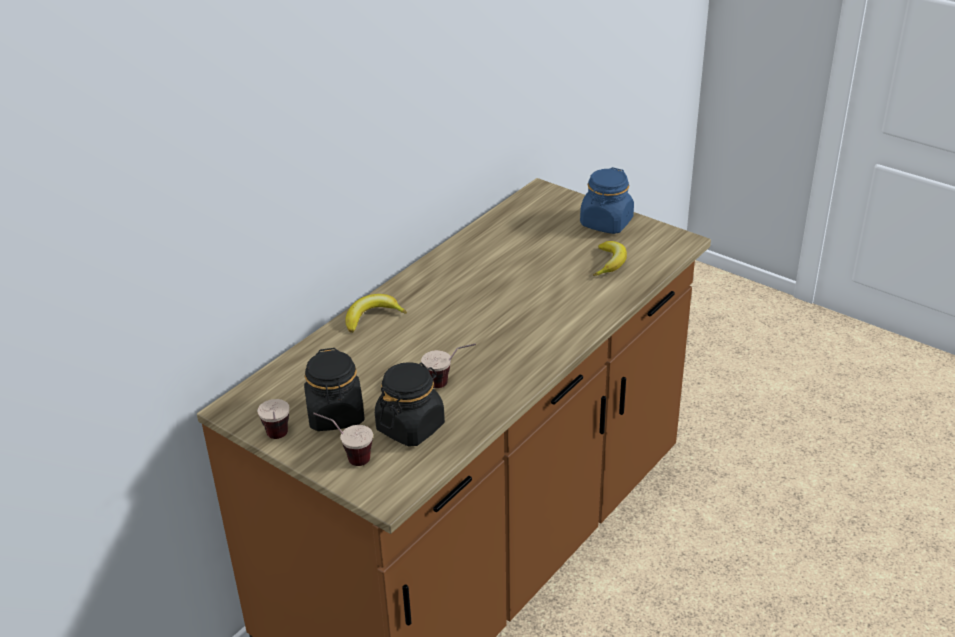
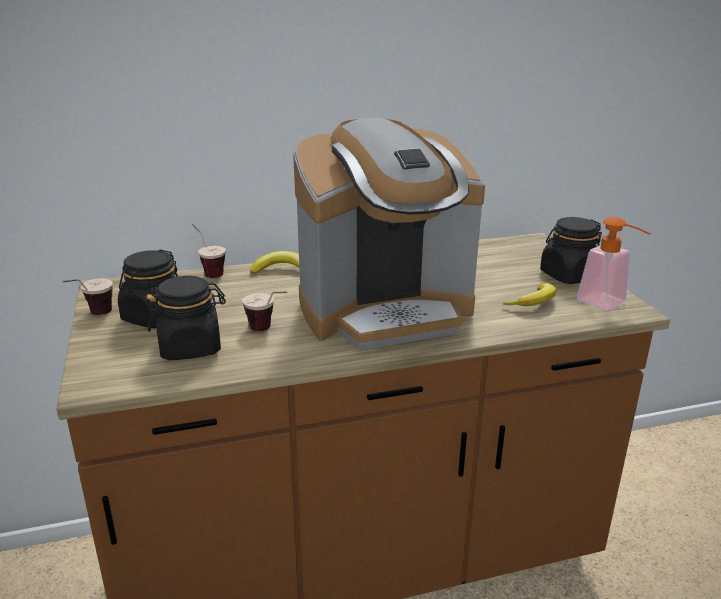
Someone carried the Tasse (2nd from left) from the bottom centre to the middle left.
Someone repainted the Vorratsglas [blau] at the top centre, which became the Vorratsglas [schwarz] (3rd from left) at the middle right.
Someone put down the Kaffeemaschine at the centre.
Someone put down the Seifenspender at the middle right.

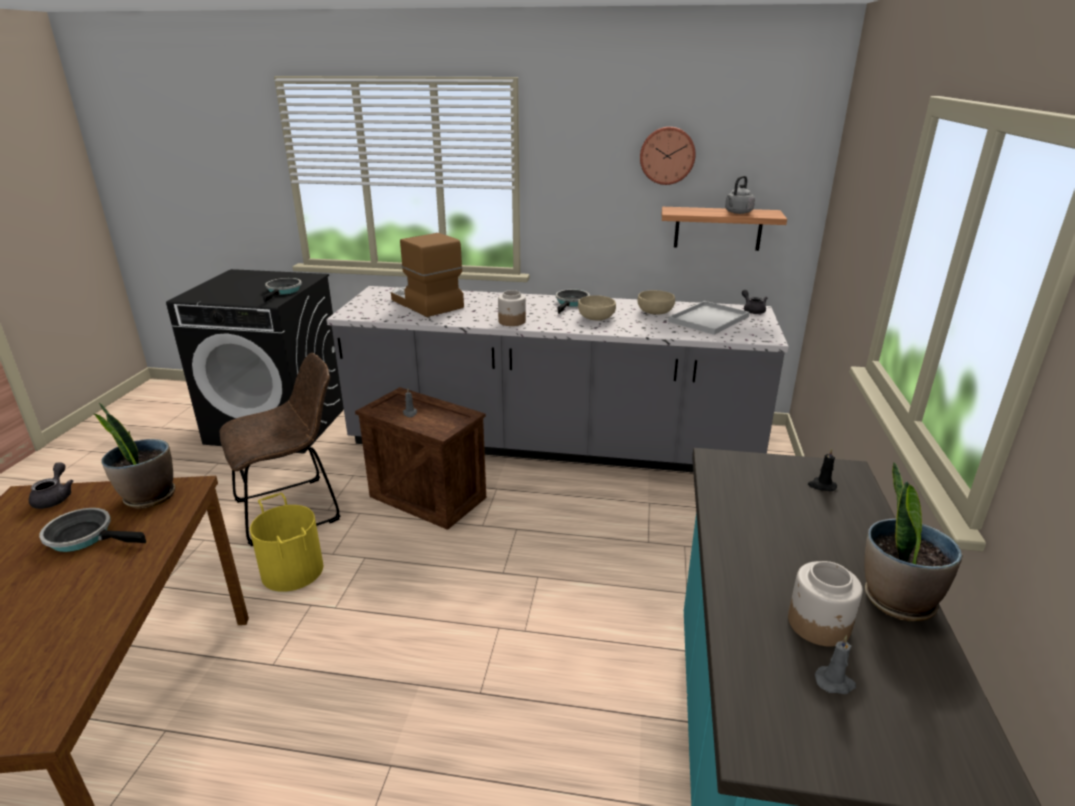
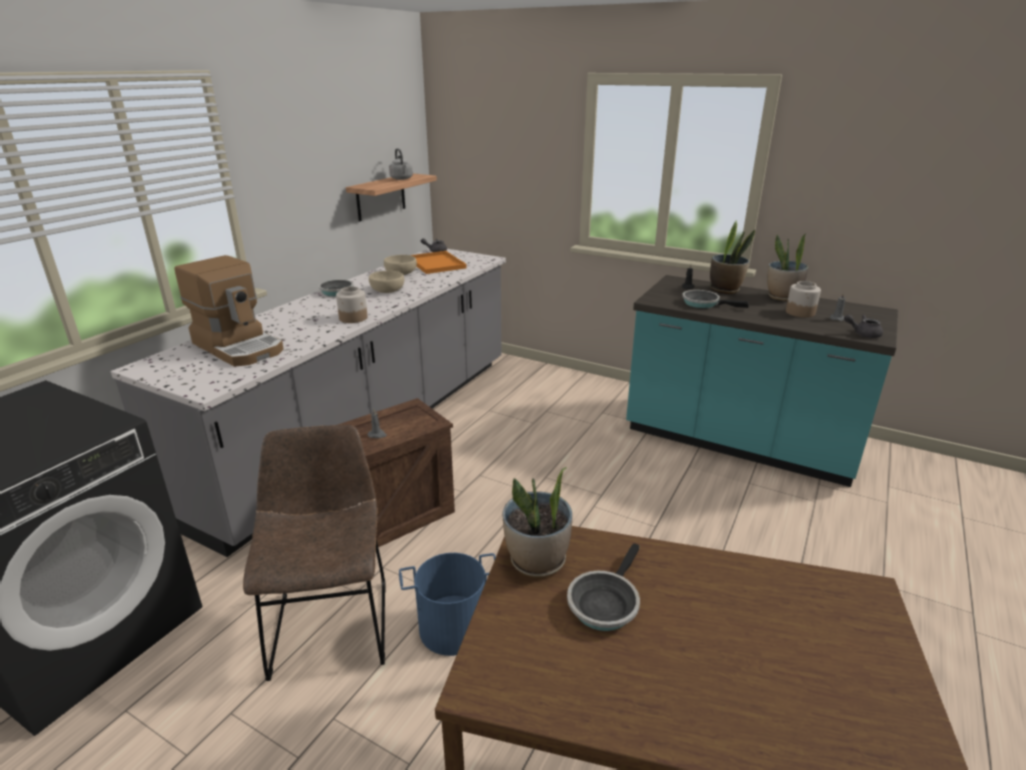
Someone carried the Teekanne [grau] (1st from left in the first image) from the middle left to the middle right.
Someone repainted the Eimer [gelb] at the bottom left, which became the Eimer [blau] at the bottom centre.
Someone carried the Pfanne (2nd from left in the first image) from the middle left to the middle right.
Someone rotated the Kaffeemaschine at the centre by 120 degrees counterclockwise.
Someone took away the Wanduhr at the top centre.
Someone repainted the Tablett [weiß] at the centre, which became the Tablett [orange] at the centre.
Someone put down the Topfpflanze (2nd from left) at the middle right.

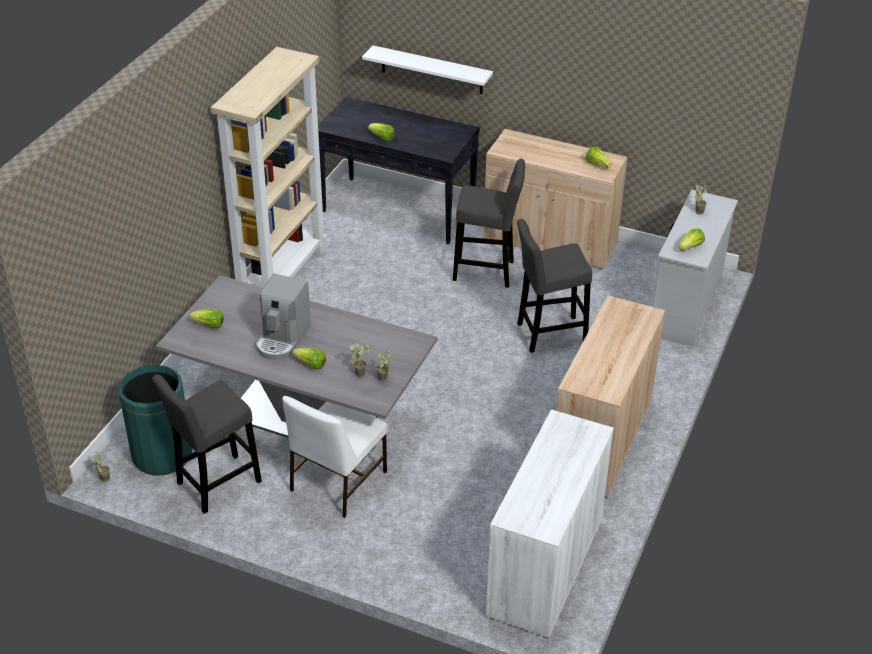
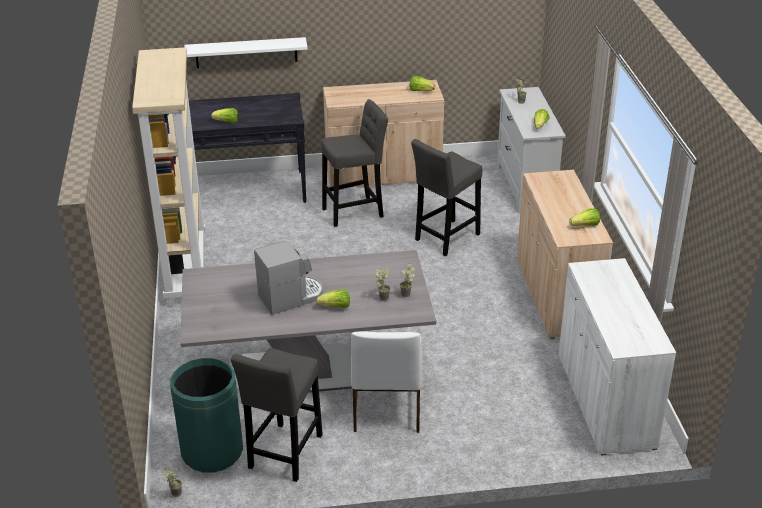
Someone carried the Salatkopf (1st from left in the first image) from the middle left to the middle right.
Someone rotated the Kaffeemaschine at the middle left by 105 degrees counterclockwise.

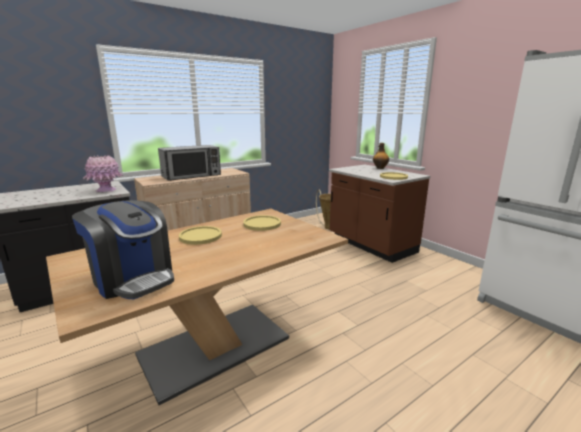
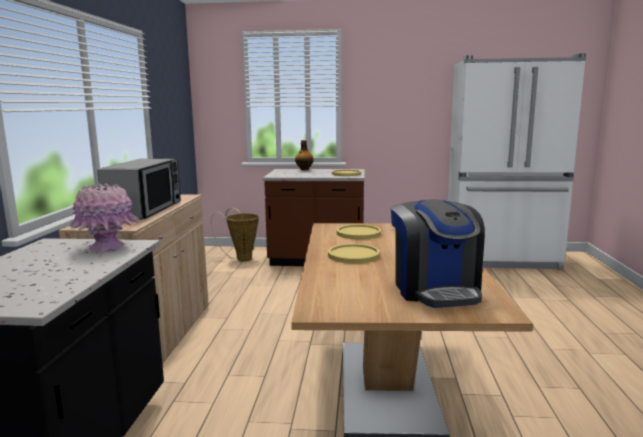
Someone rotated the Kaffeemaschine at the middle left by 90 degrees clockwise.

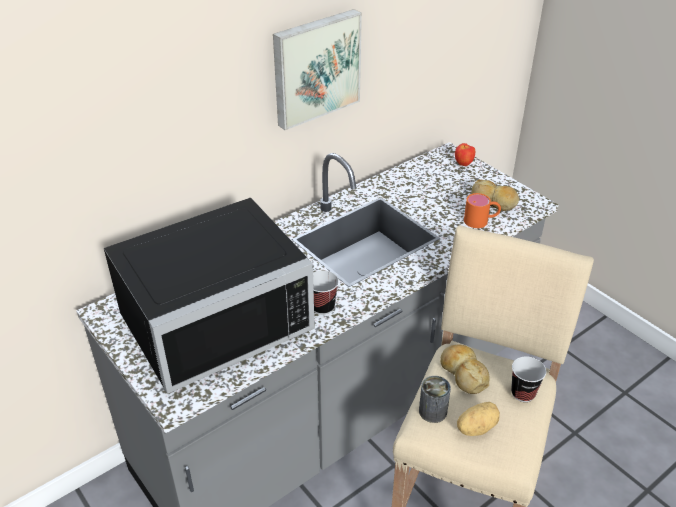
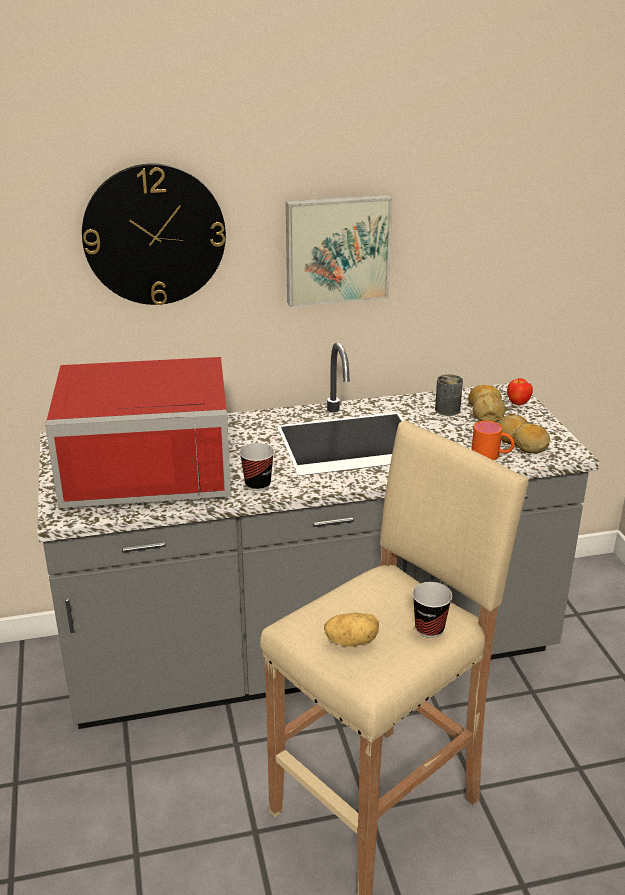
Someone repainted the Mikrowelle [schwarz] at the middle left, which became the Mikrowelle [rot] at the middle left.
Someone carried the Dose from the bottom centre to the middle right.
Someone carried the Brot (1st from left) from the bottom right to the middle right.
Someone put up the Wanduhr at the top left.

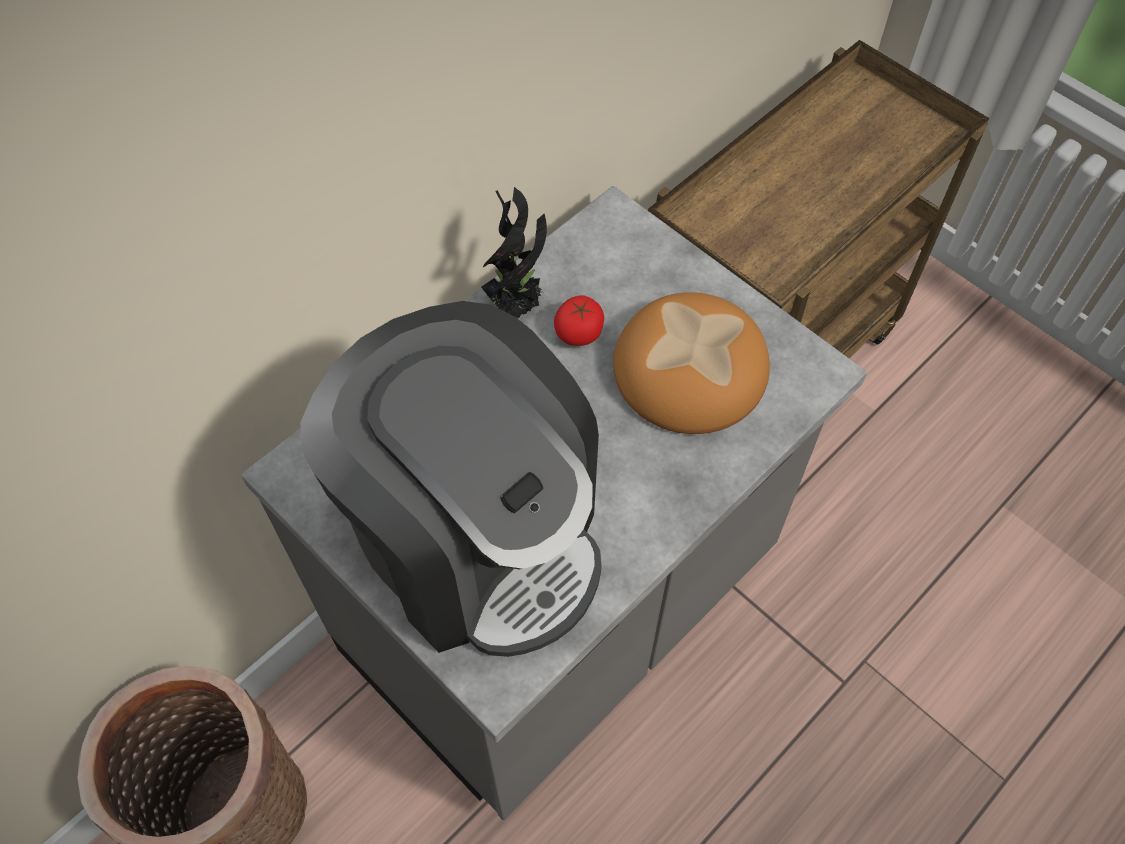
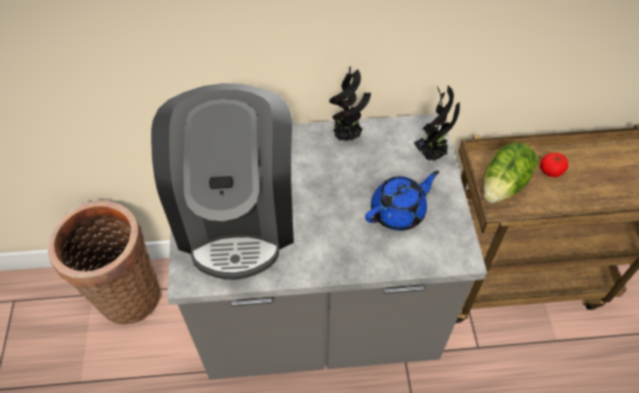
Someone carried the Tomate from the centre to the middle right.
Someone swapped the Brot at the centre for the Teekanne [blau] at the centre.
Someone put down the Topfpflanze (2nd from left) at the top right.
Someone put down the Salatkopf at the middle right.

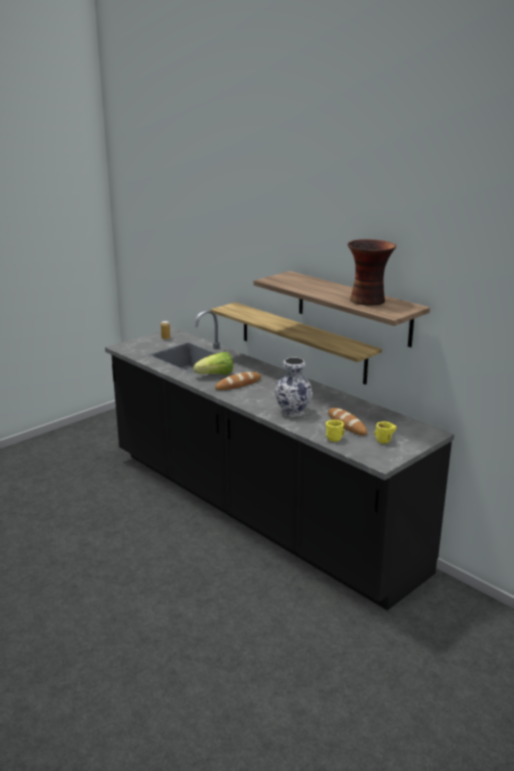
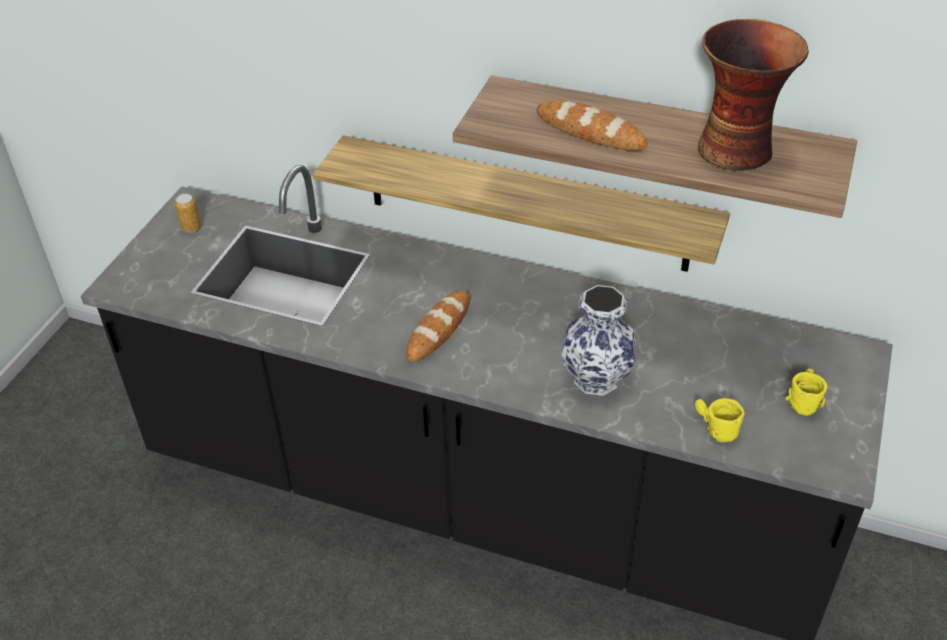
Someone took away the Salatkopf at the centre.
Someone carried the Brot (2nd from left) from the middle right to the top centre.

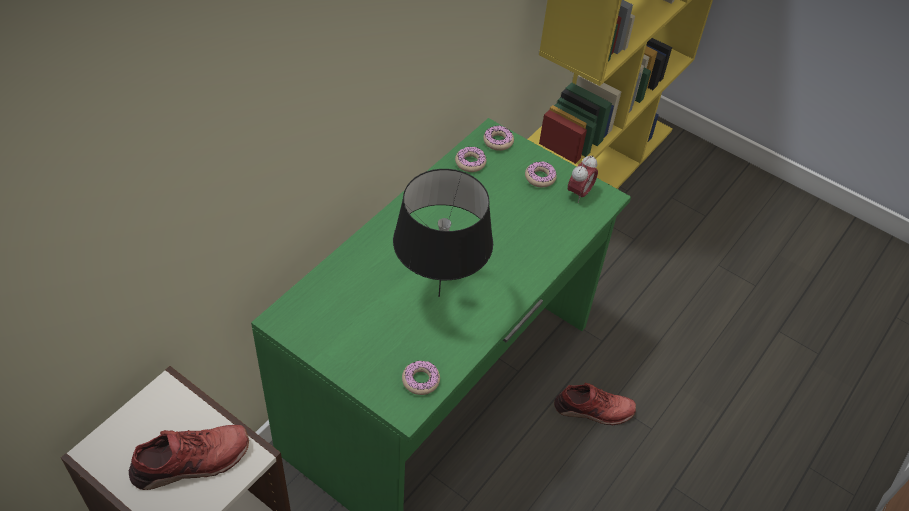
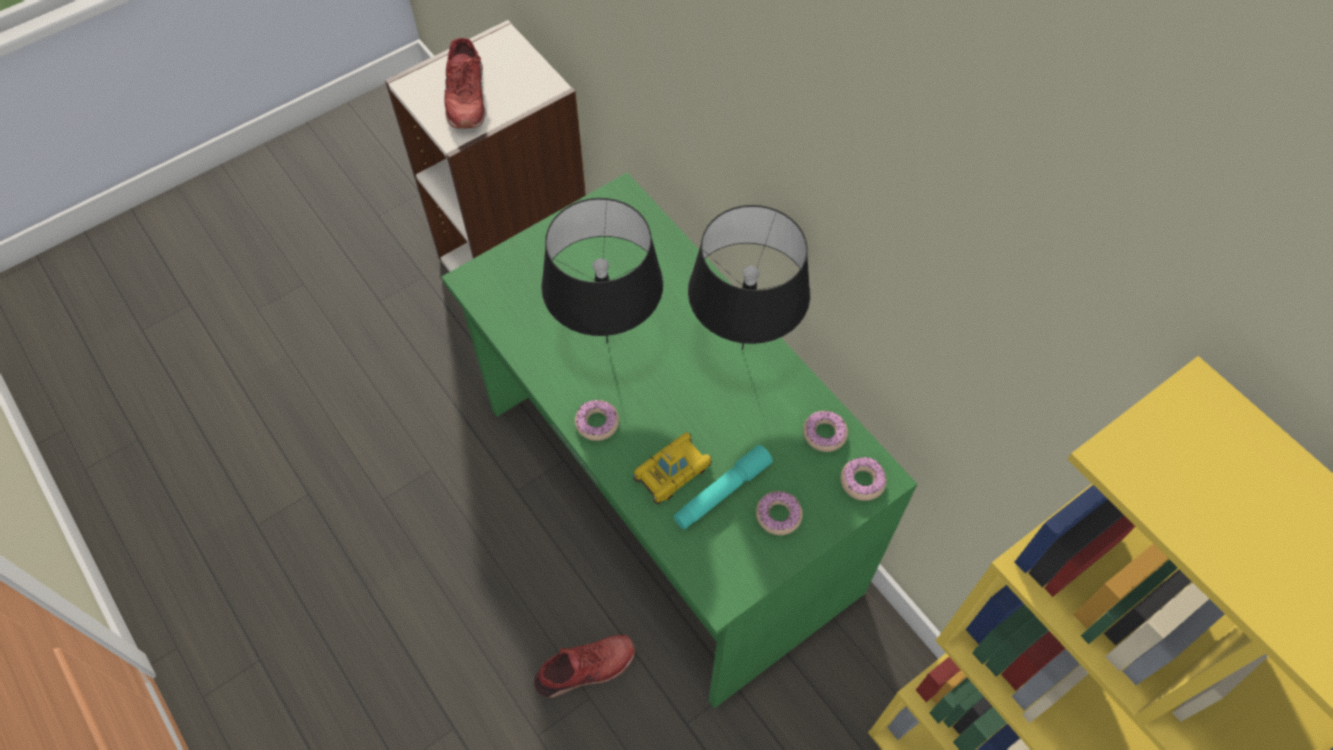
Someone carried the Donut (1st from left) from the bottom centre to the centre.
Someone rotated the Schuh [rot] (2nd from left) at the bottom centre by 135 degrees counterclockwise.
Someone took away the Wecker at the centre.
Someone put down the Spielzeugauto at the centre.
Someone put down the Taschenlampe [türkis] at the centre.
Someone put down the Tischlampe [schwarz] (2nd from left) at the centre.

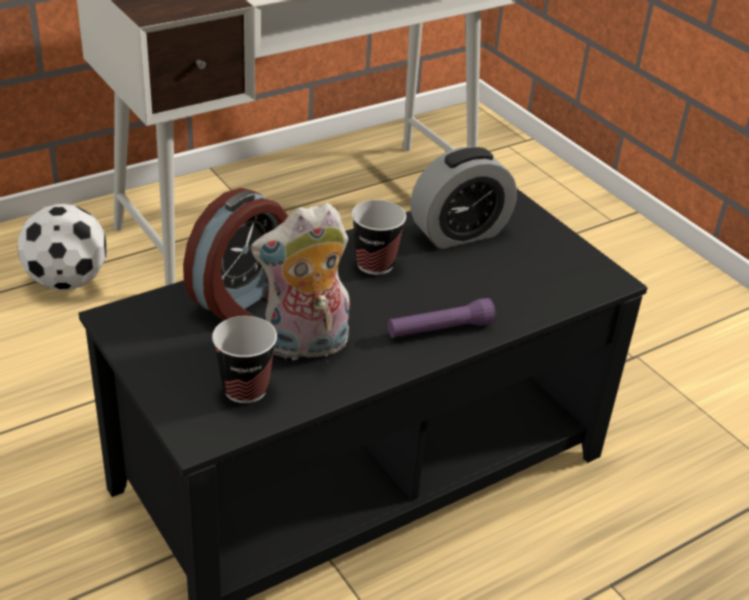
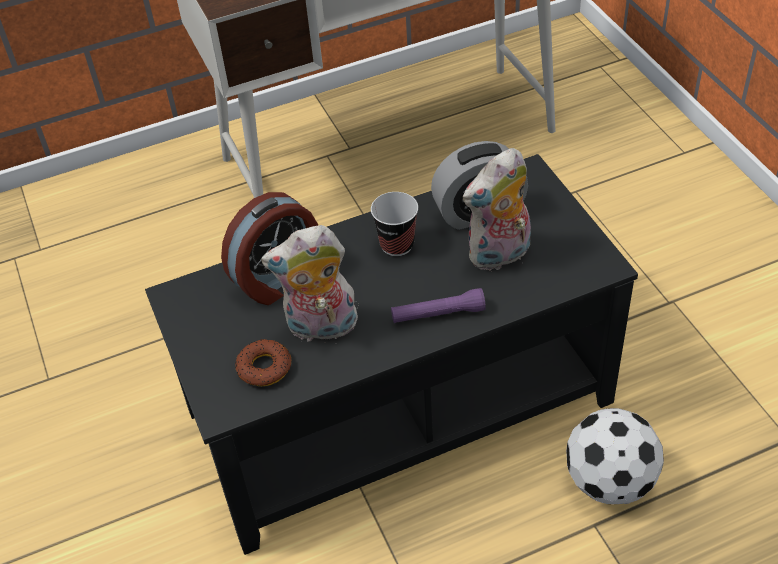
Someone carried the Fußball from the middle left to the bottom right.
Someone swapped the Tasse (1st from left) at the middle left for the Donut at the centre.
Someone put down the Plüschtier (2nd from left) at the centre.

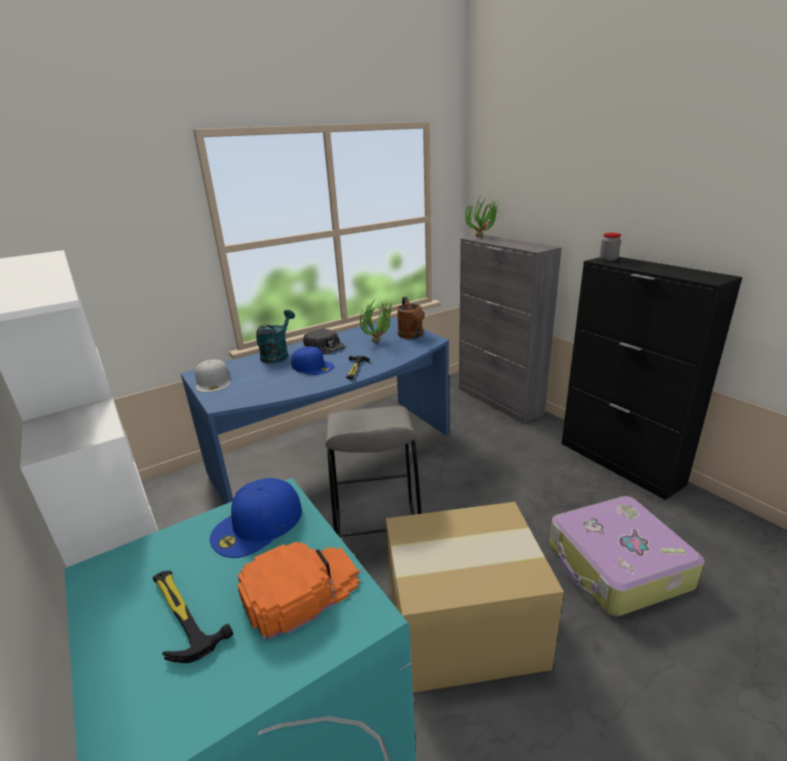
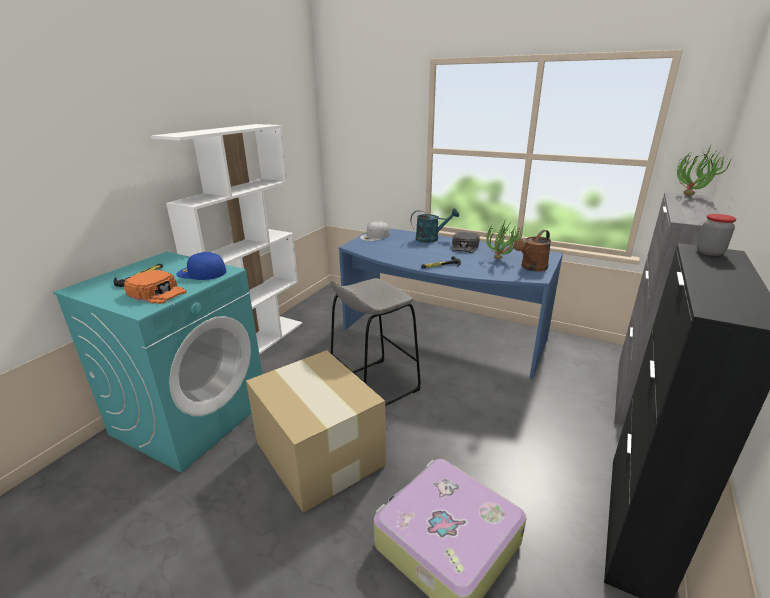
Someone took away the Kappe [blau] (2nd from left) at the centre.

